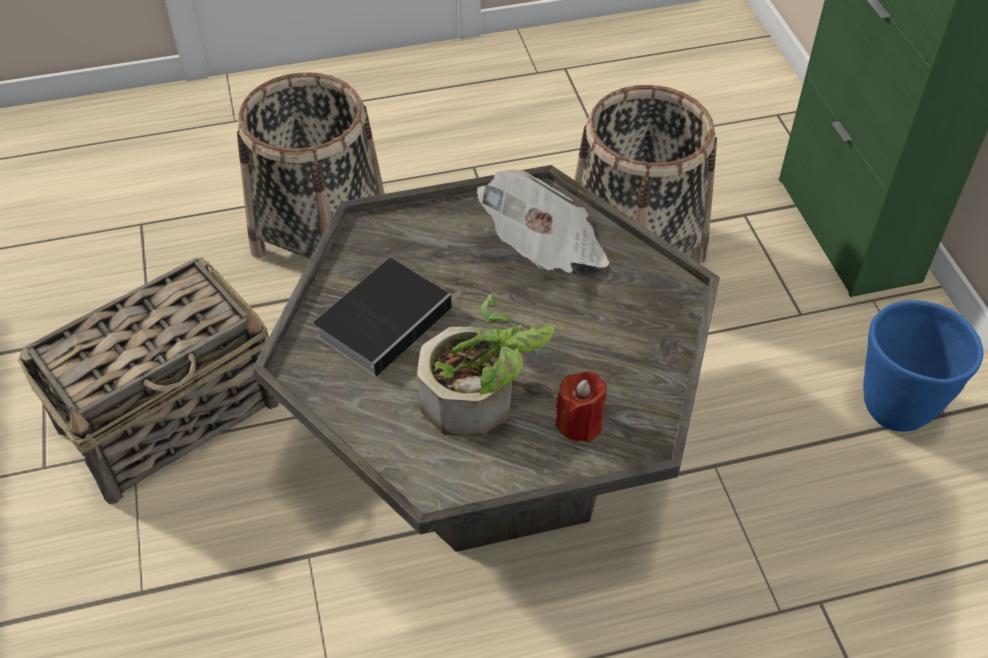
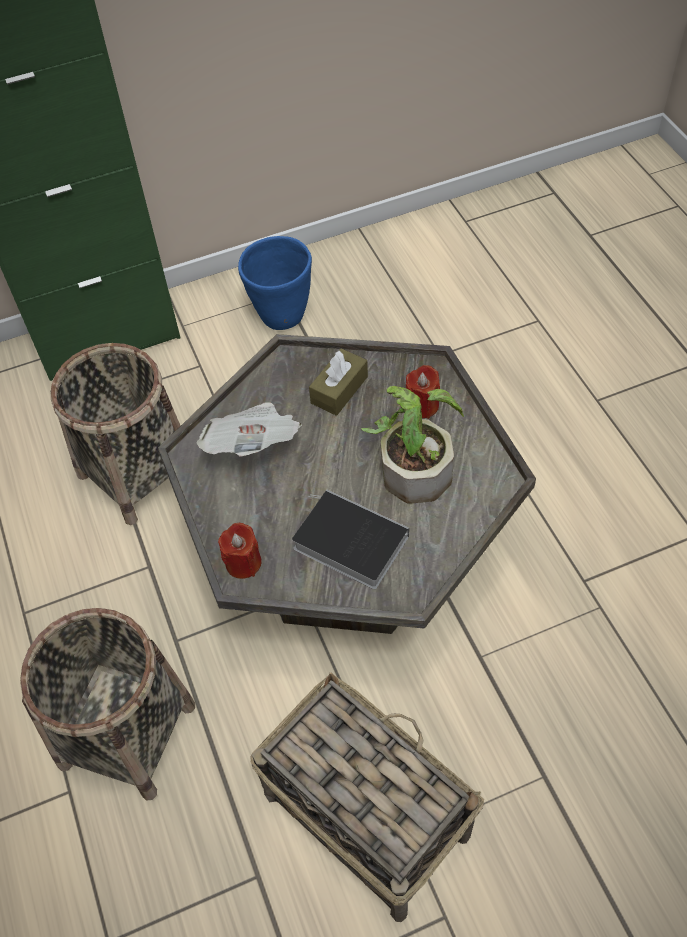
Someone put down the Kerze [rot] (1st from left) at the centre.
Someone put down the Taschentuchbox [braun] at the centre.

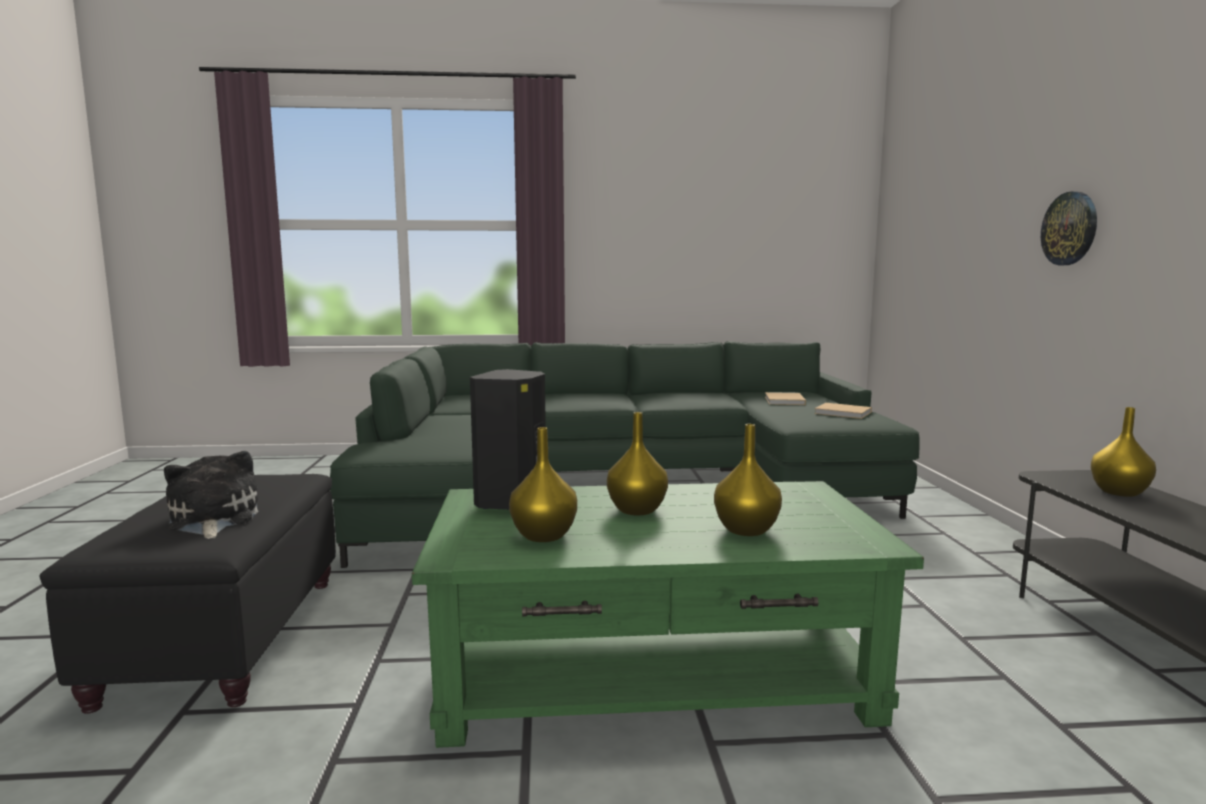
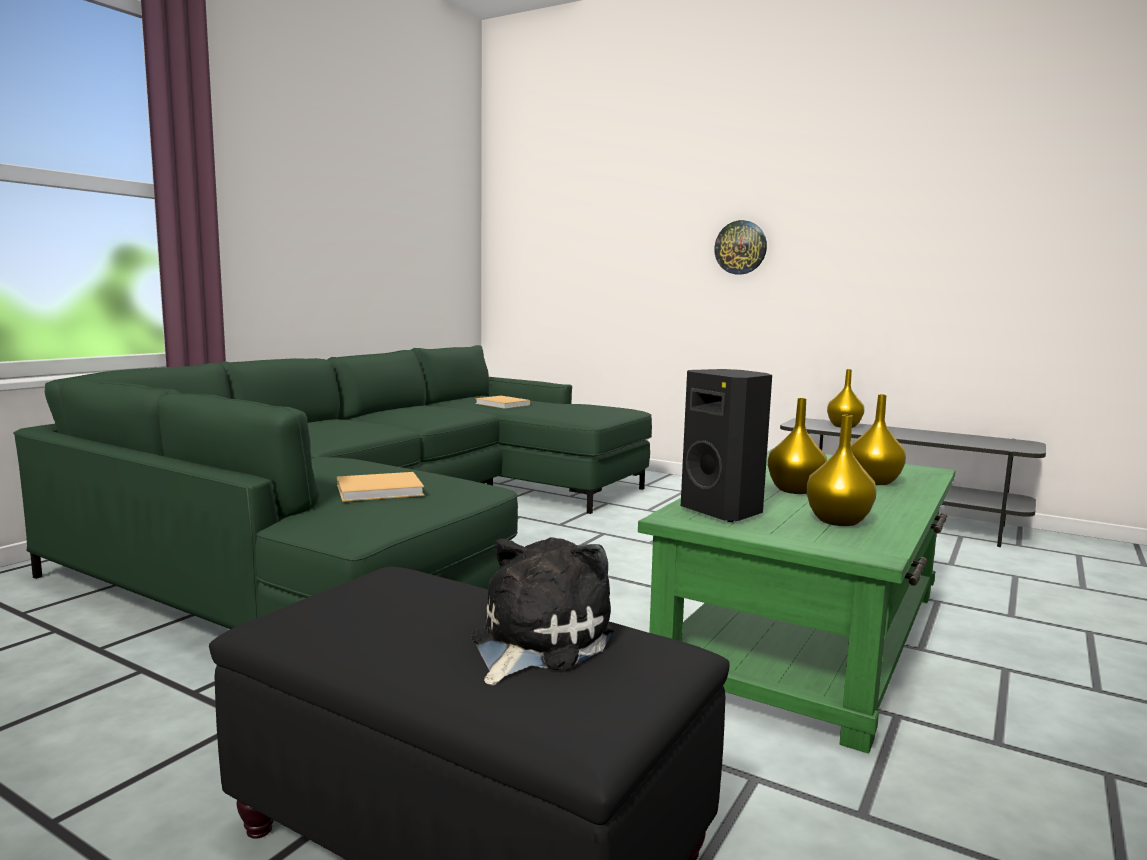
Someone rotated the Plüschtier at the middle left by 105 degrees clockwise.
Someone carried the Buch [beige] (2nd from left in the first image) from the middle right to the middle left.

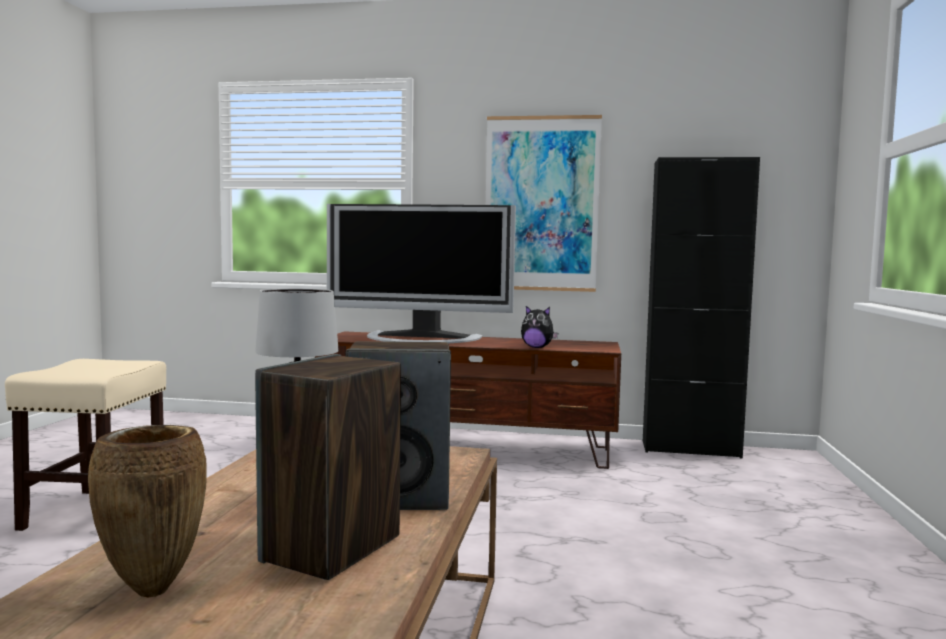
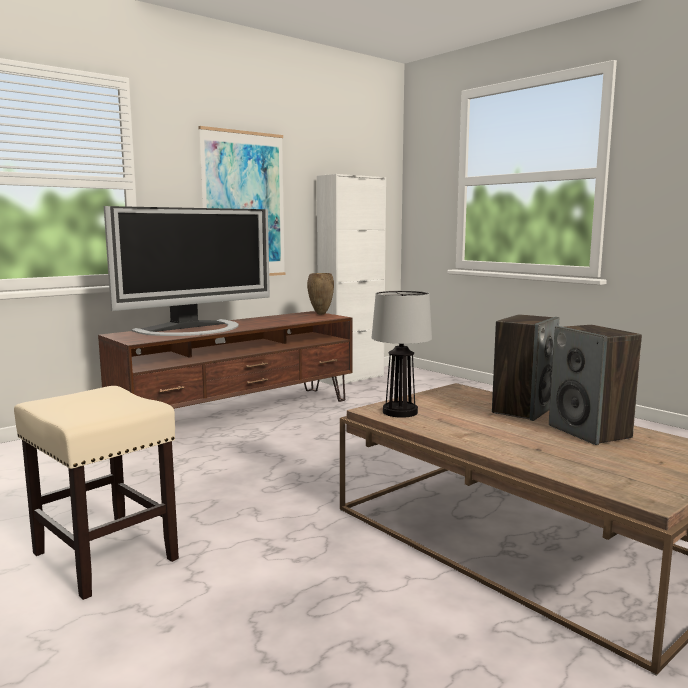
Someone carried the Vase [braun] from the bottom left to the centre.
Someone took away the Plüschtier at the centre.
Someone repainted the Schrank [schwarz] at the middle right, which became the Schrank [weiß] at the centre.

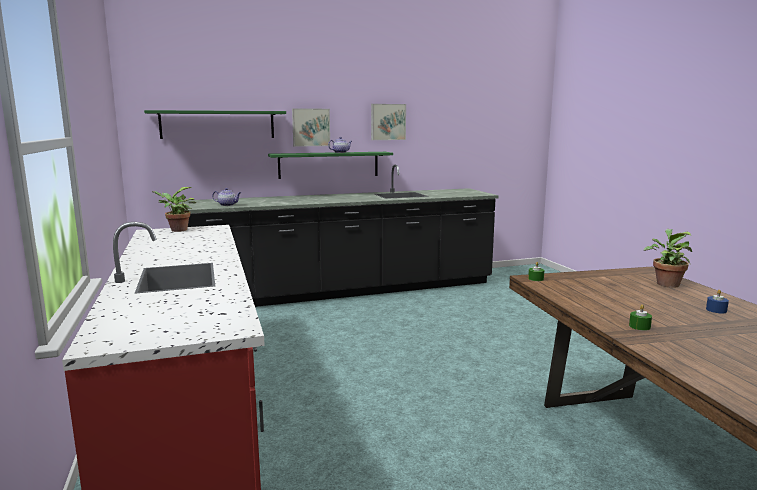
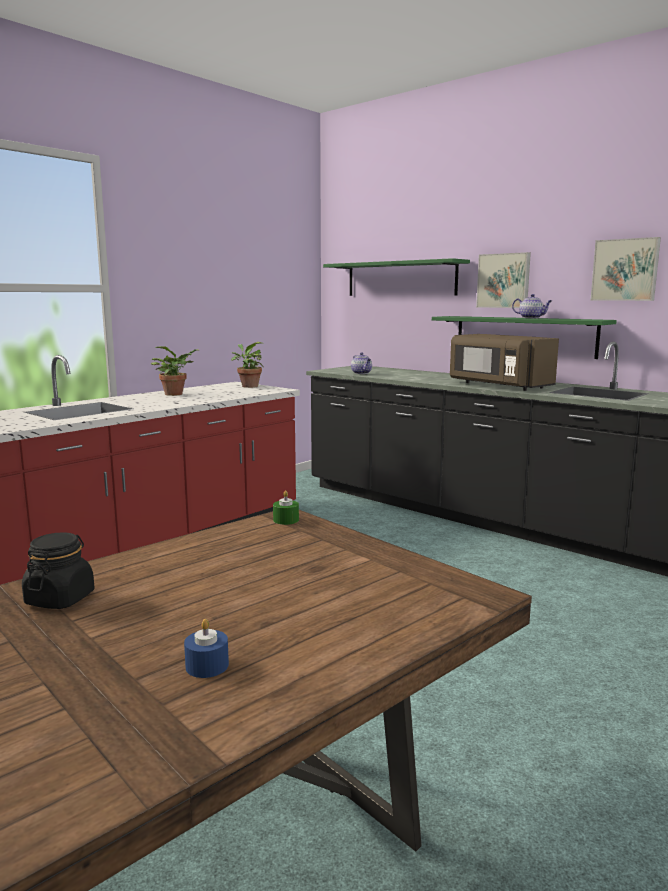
Someone swapped the Kerze [grün] (2nd from left) at the middle right for the Vorratsglas [schwarz] at the middle left.
Someone carried the Topfpflanze (2nd from left in the first image) from the middle right to the middle left.
Someone put down the Mikrowelle [braun] at the middle right.

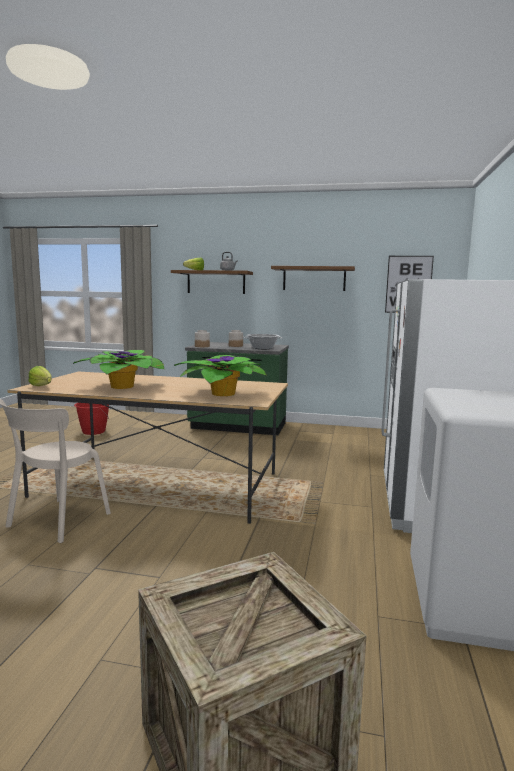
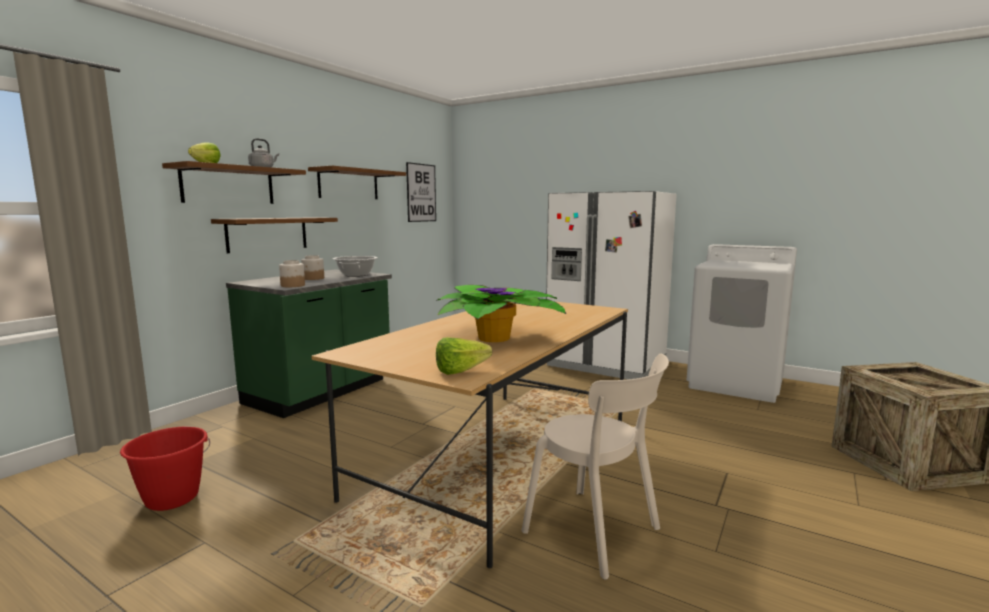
Someone took away the Topfpflanze (2nd from left) at the centre.
Someone put up the Wandregal [braun] (2nd from left) at the middle left.

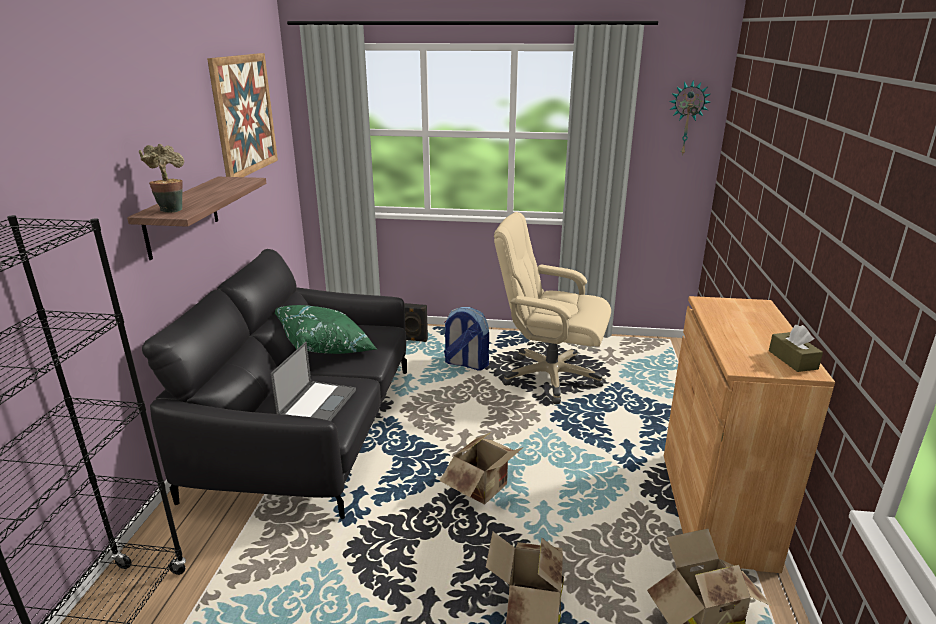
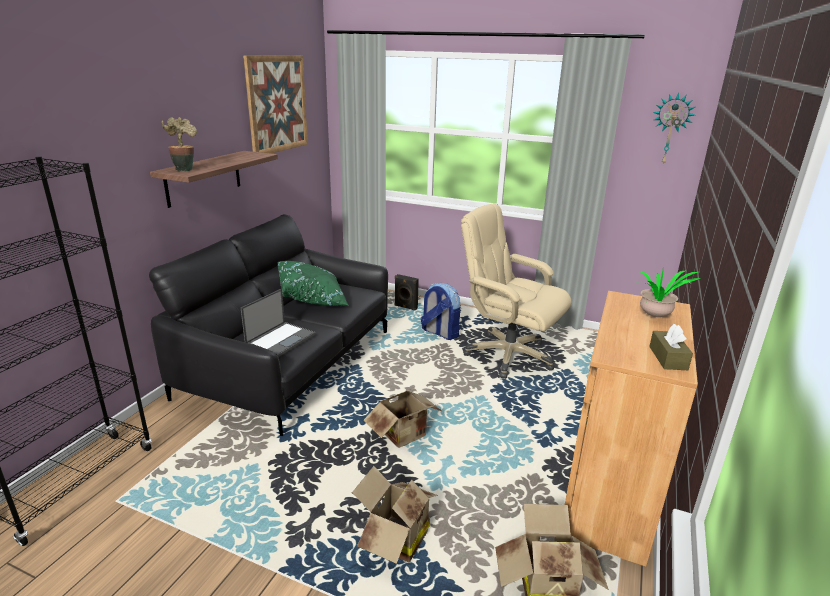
Someone put down the Topfpflanze (2nd from left) at the middle right.

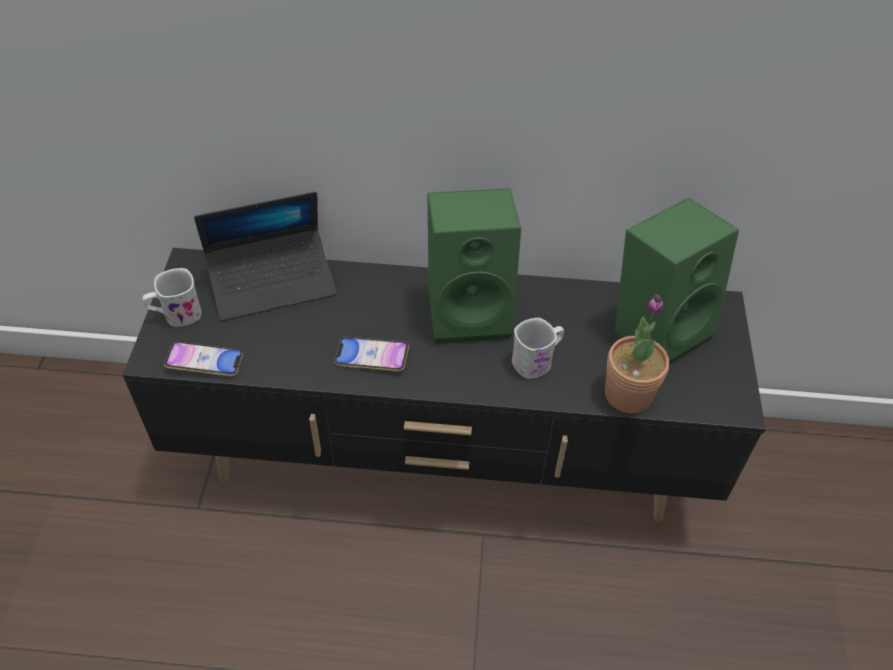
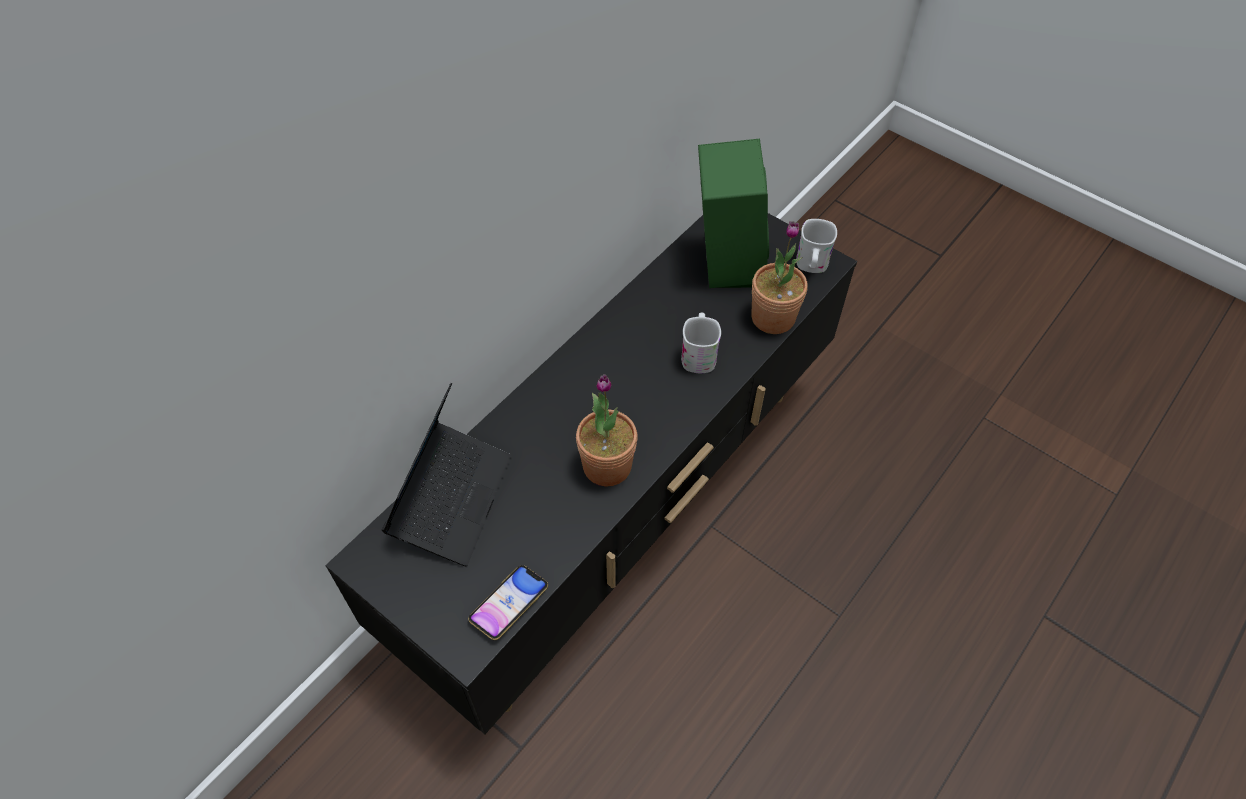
Someone carried the Henkelbecher [weiß] (1st from left in the first image) from the middle left to the top centre.
Someone swapped the Handy (2nd from left) at the centre for the Topfpflanze (1st from left) at the centre.
Someone took away the Lautsprecher [grün] (1st from left) at the centre.

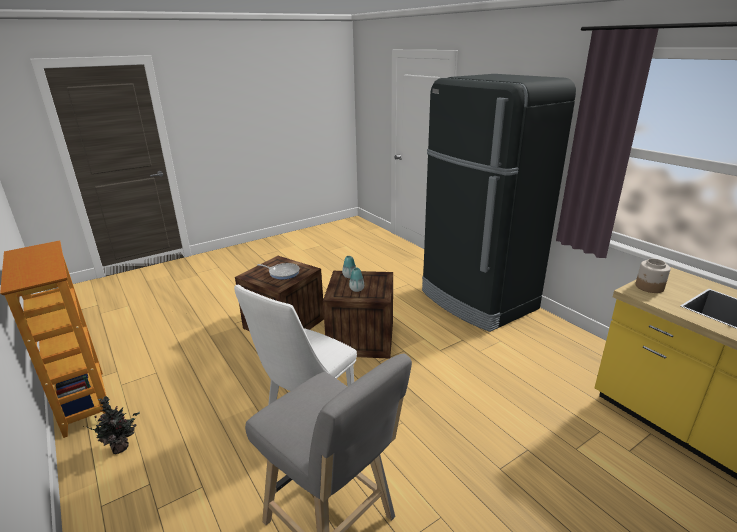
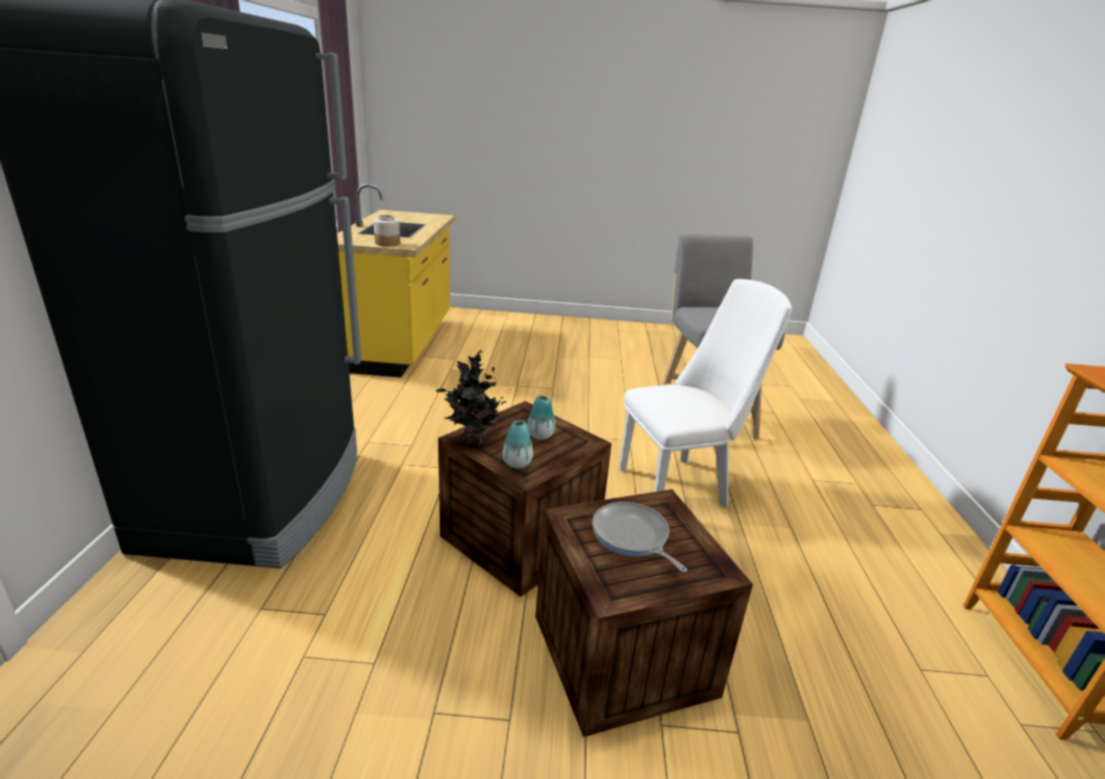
Someone carried the Topfpflanze from the bottom left to the centre.

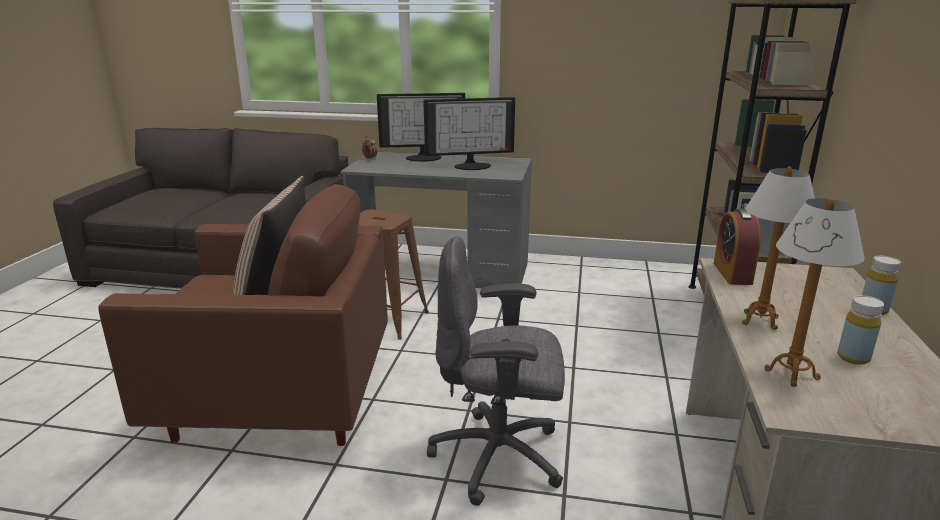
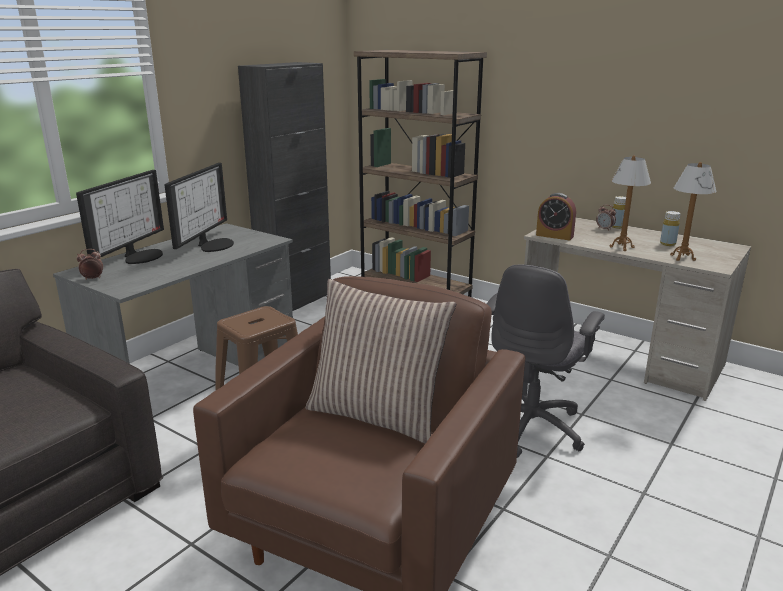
Someone put down the Schrank [schwarz] at the top centre.
Someone put down the Wecker (3rd from left) at the middle right.

